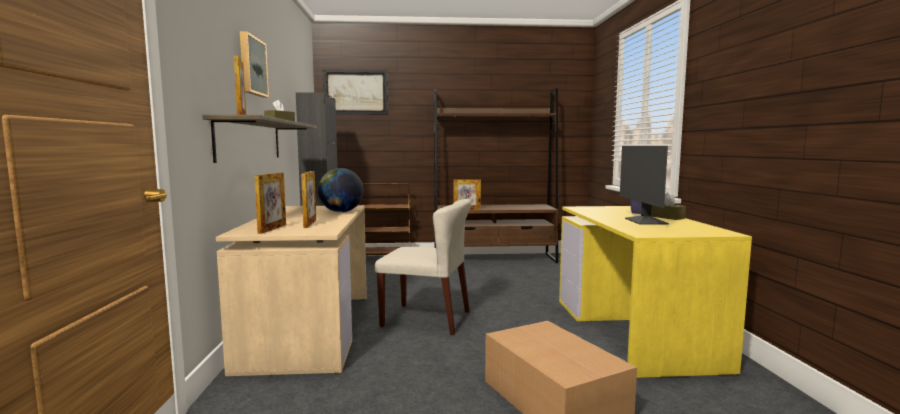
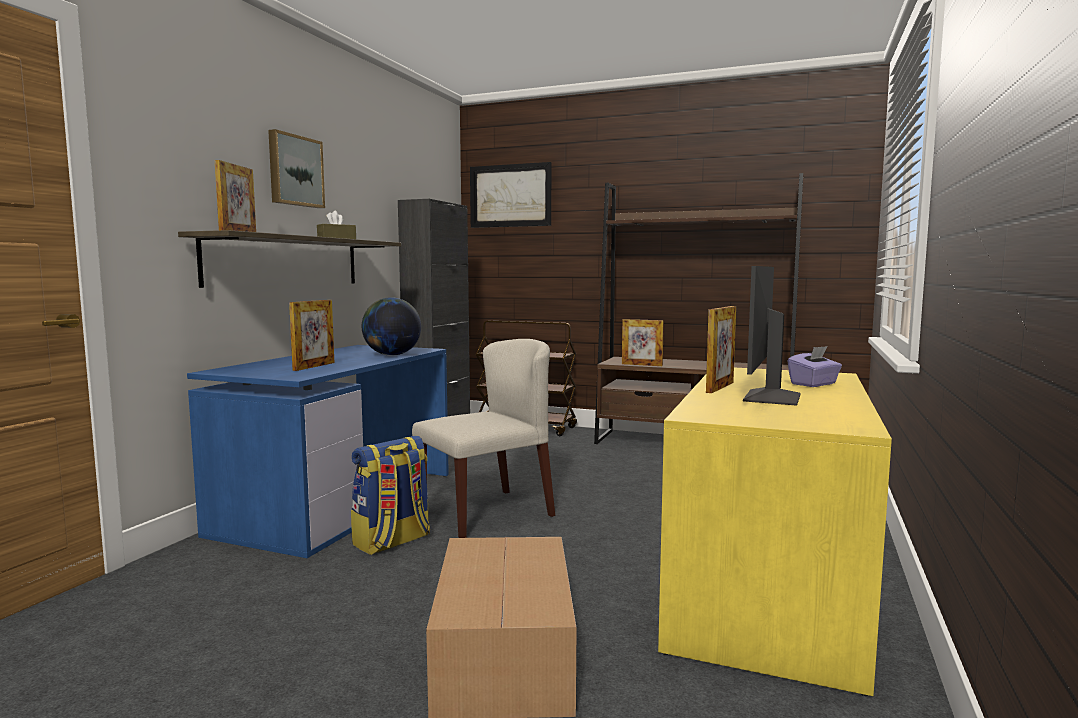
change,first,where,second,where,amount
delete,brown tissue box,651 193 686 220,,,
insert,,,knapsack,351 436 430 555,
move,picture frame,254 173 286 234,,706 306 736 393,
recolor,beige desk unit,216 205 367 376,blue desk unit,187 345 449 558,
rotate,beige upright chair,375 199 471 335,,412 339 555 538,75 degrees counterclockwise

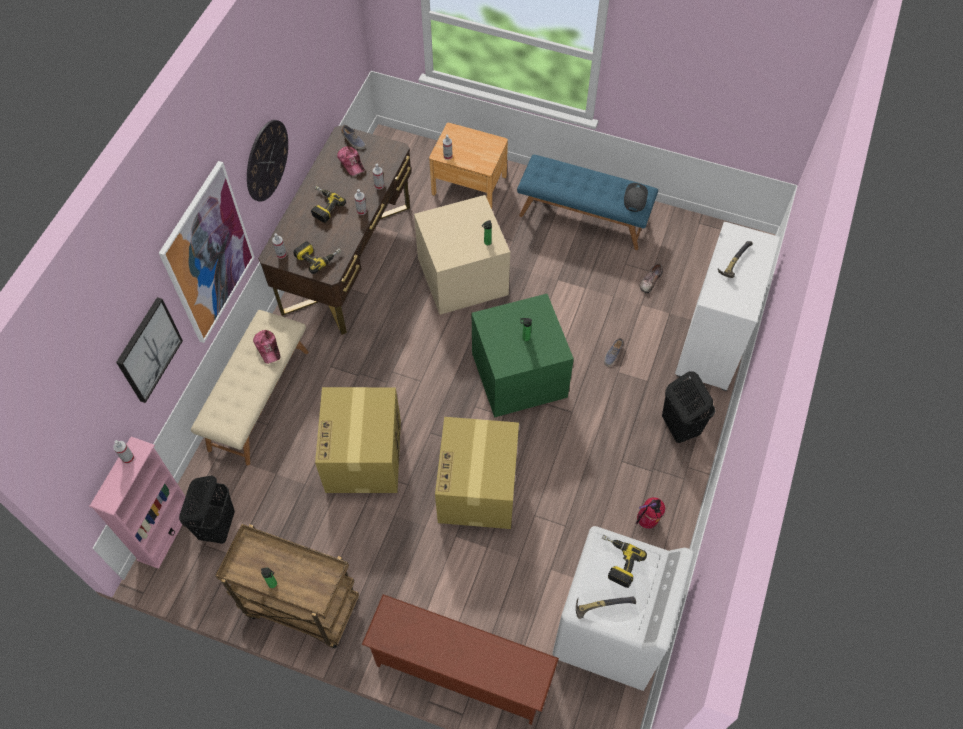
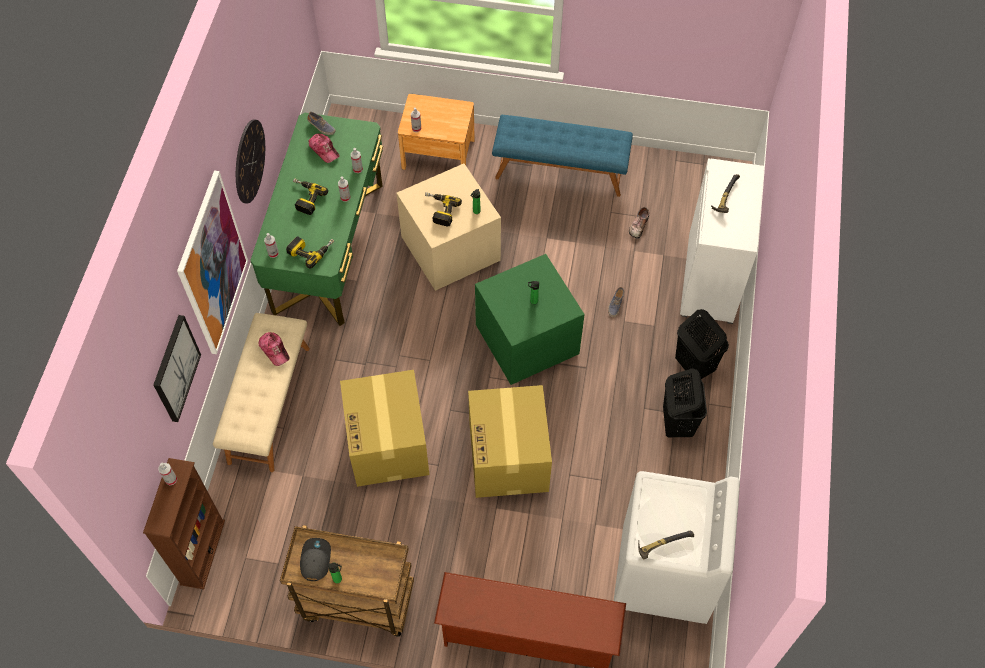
change,first,where,second,where,amount
delete,fire-fighting cylinder,636 497 665 528,,,
move,blackish laundry basket,179 475 235 544,,663 368 707 437,
move,drill,602 535 647 588,,425 192 462 227,
move,greyish peaked cap,624 183 648 212,,300 538 331 581,
recolor,pink-coloured bookshelf,89 437 188 569,brown bookshelf,143 458 225 589,
recolor,brown desk unit,258 126 411 335,green desk unit,250 113 383 326,

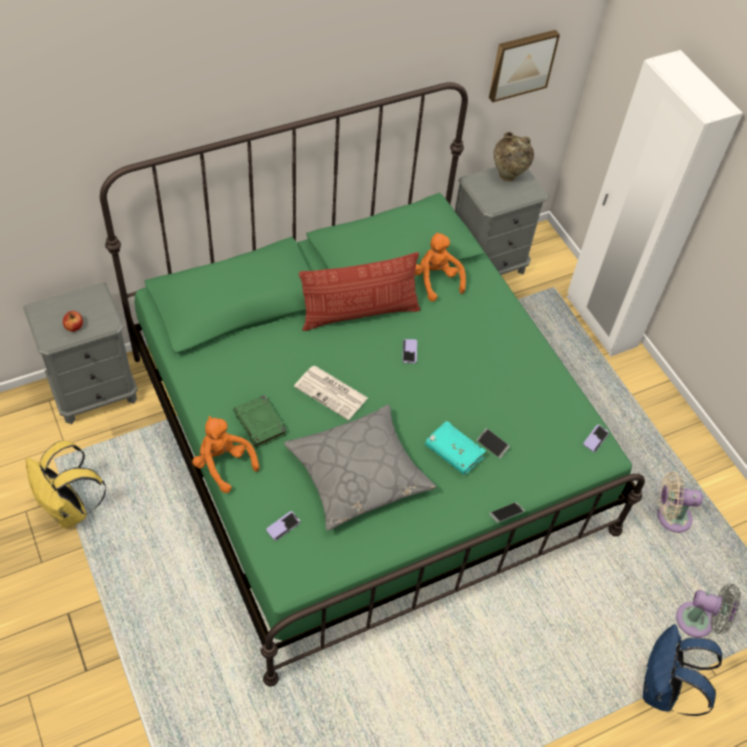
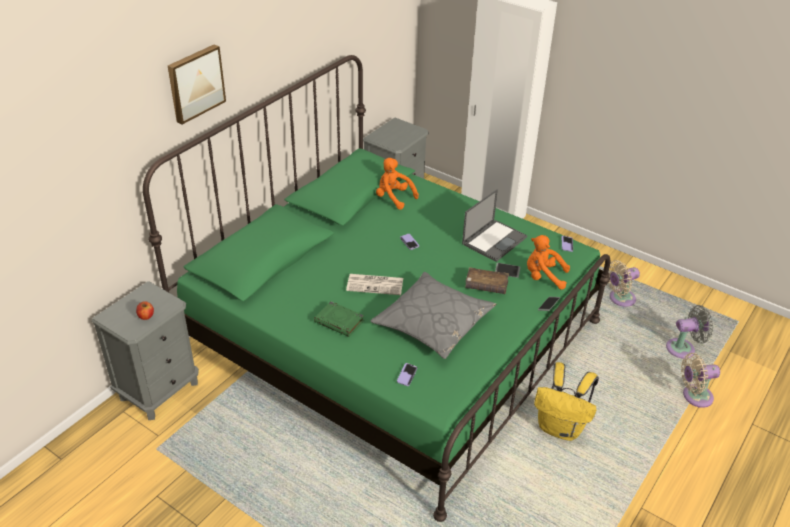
change,first,where,second,where,amount
delete,cushion,299 252 420 331,,,
delete,beige vase,493 132 534 181,,,
insert,,,laptop,462 189 527 262,
move,yellow knapsack,26 441 106 528,,534 362 599 441,
move,orangey cuddly toy,192 416 259 493,,527 235 570 289,
move,wall picture,489 30 560 102,,168 45 226 124,
replace,blue knapsack,643 624 722 716,beige electric fan,681 353 720 408,
recolor,turquoise-coloured volume,425 421 486 475,brown volume,465 267 509 294,

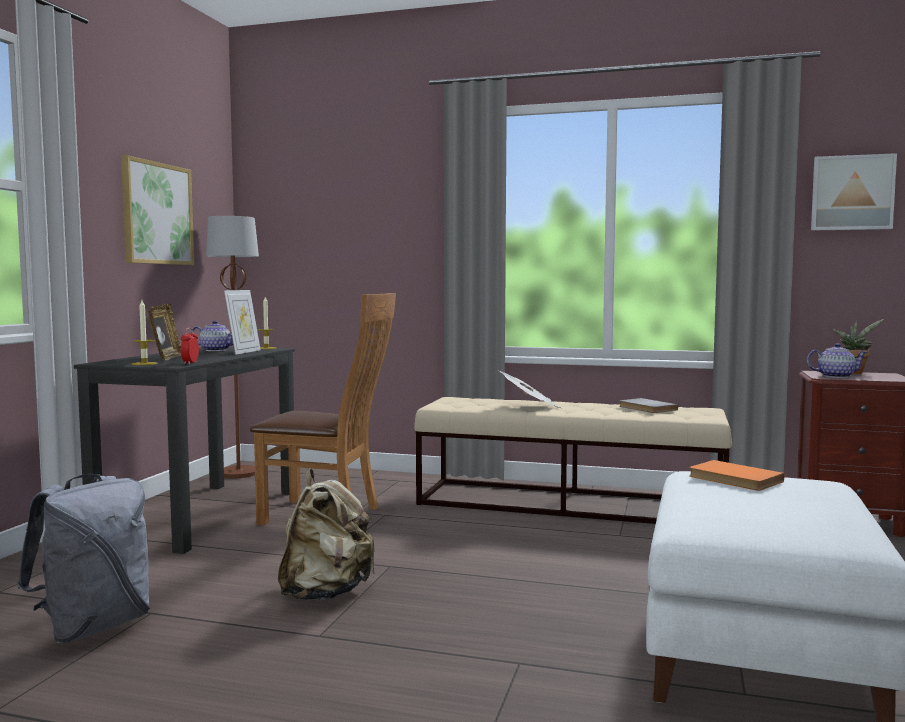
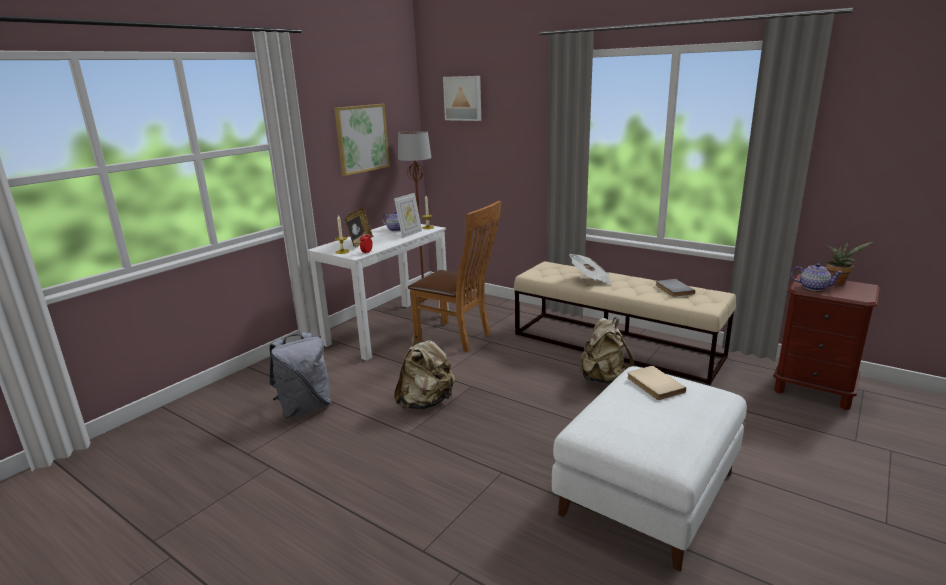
change,first,where,second,where,amount
insert,,,beige knapsack,579 317 634 384,
move,wall picture,811 153 897 231,,443 76 481 121,
recolor,blackish desk unit,74 347 295 554,whitish desk unit,307 224 449 361,
recolor,orangey volume,689 460 784 491,beige volume,627 366 686 400,

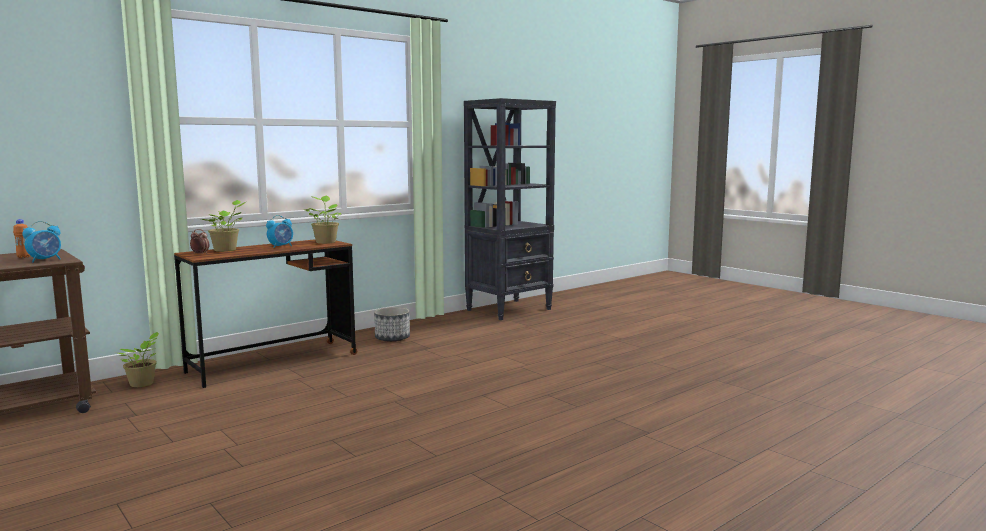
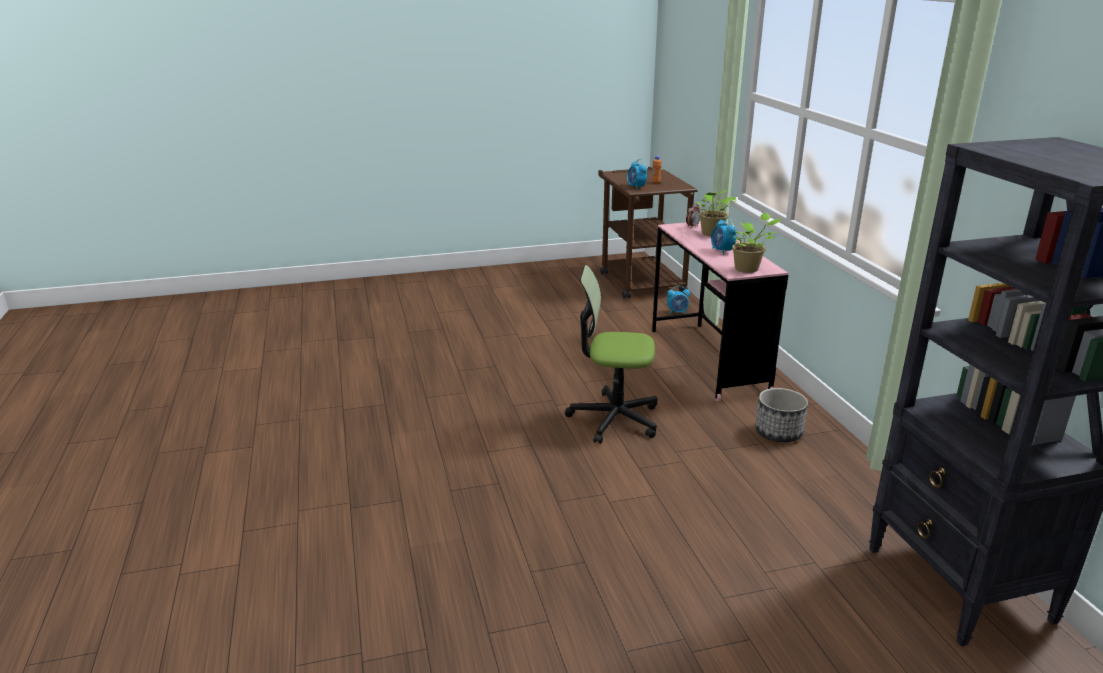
change,first,where,second,where,amount
insert,,,office chair,565 265 658 444,
replace,houseplant,118 332 159 387,alarm clock,667 285 690 315,
recolor,brown desk unit,174 239 357 388,pink-coloured desk unit,652 221 788 401,

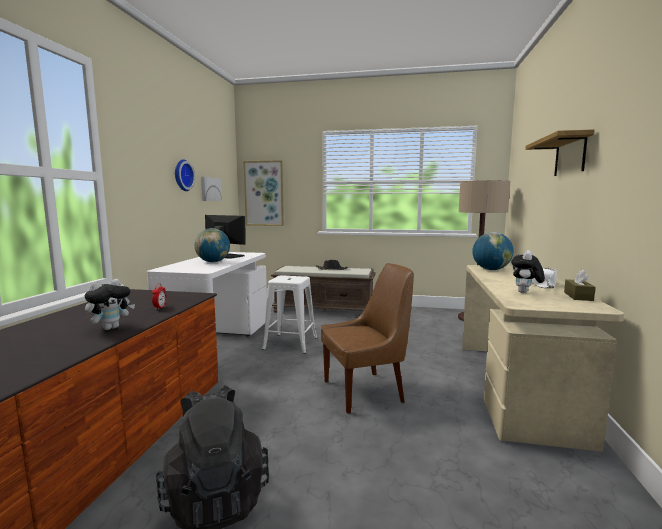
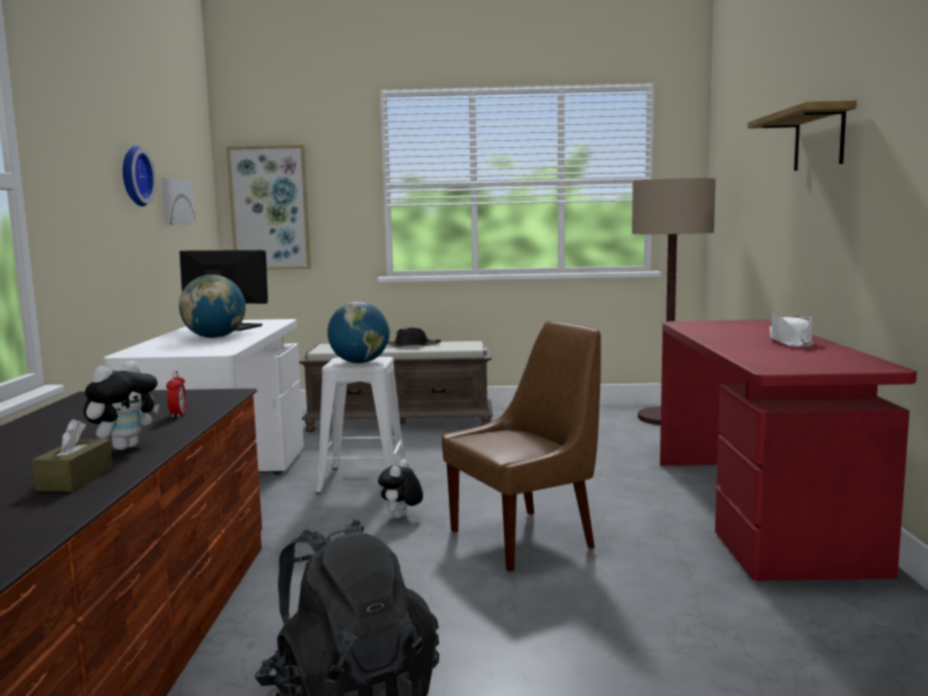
change,first,where,second,where,amount
move,globe,472 232 514 270,,327 302 390 363,
move,cuddly toy,511 250 545 293,,378 459 423 518,
move,brown tissue box,564 270 596 301,,32 419 113 492,
recolor,beige desk unit,462 265 624 452,reddish desk unit,660 320 917 581,

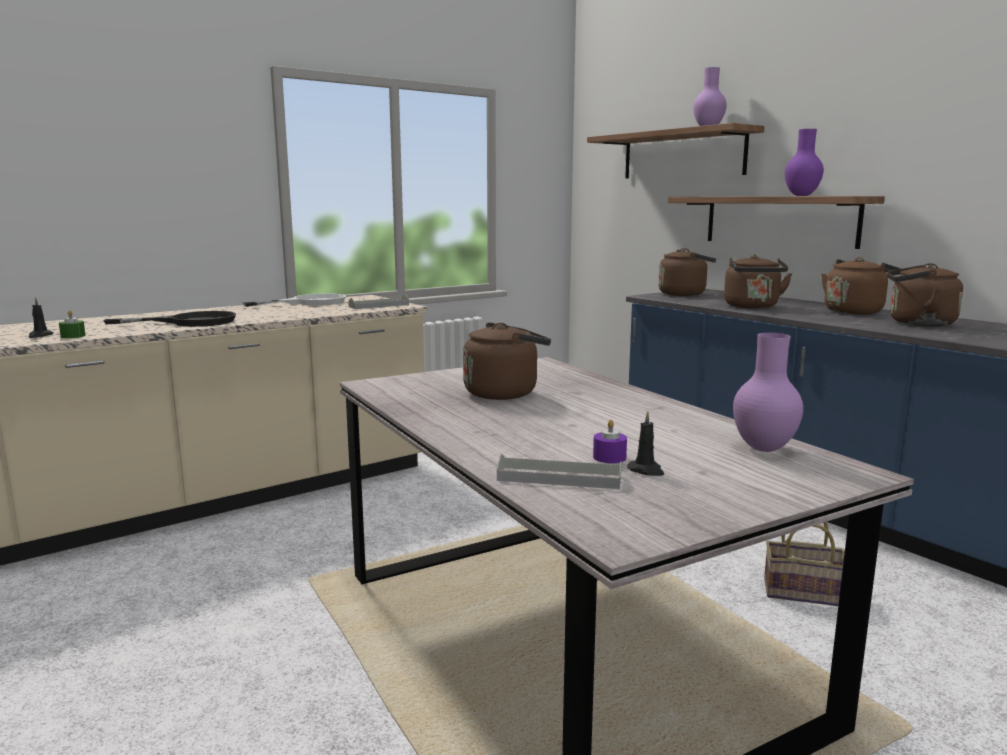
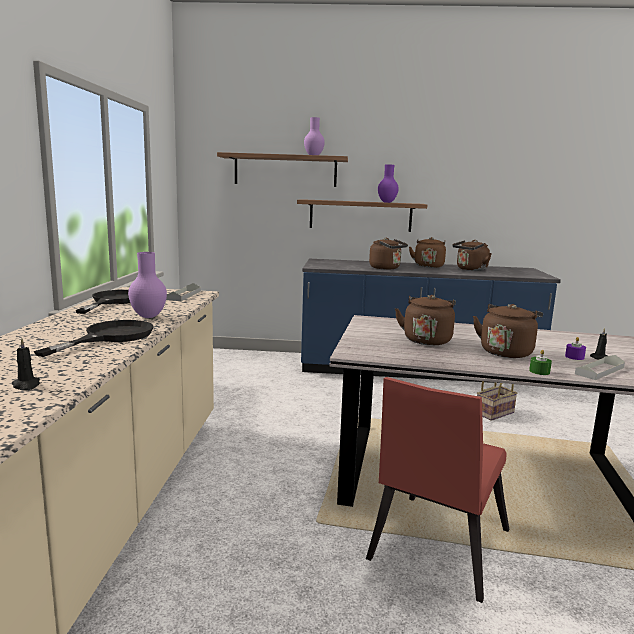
change,first,where,second,where,amount
insert,,,reddish upright chair,366 377 509 603,
move,green candle,59 310 86 338,,529 350 552 375,
move,brown tea kettle,658 248 716 296,,473 304 543 358,
move,purple-coloured vase,733 333 803 452,,128 252 167 318,
recolor,whitish pan,243 293 346 307,blackish pan,76 290 130 314,

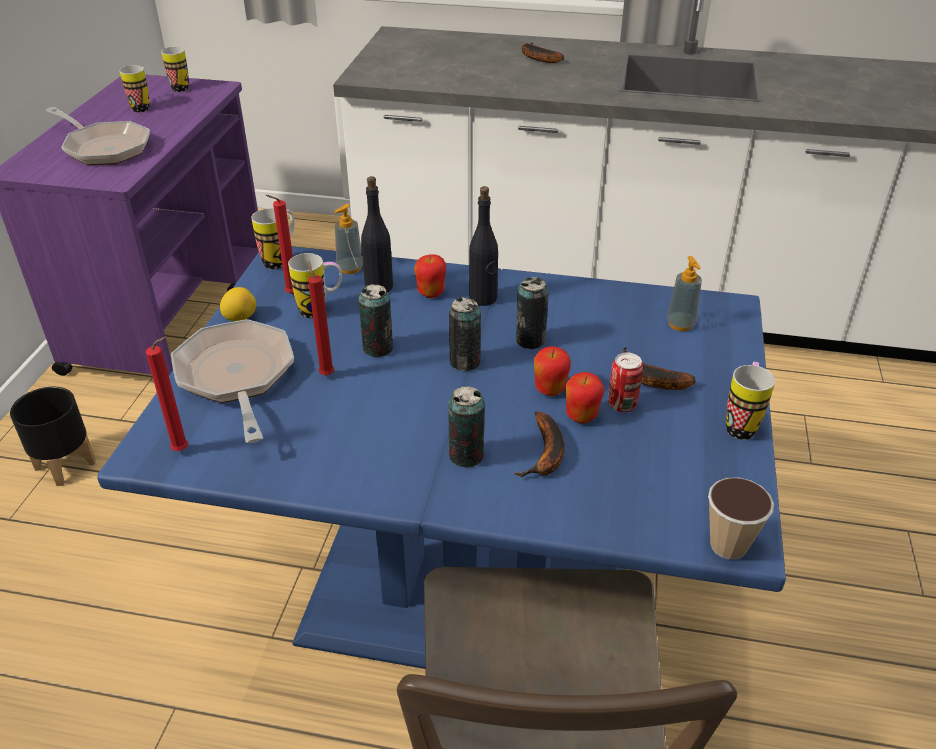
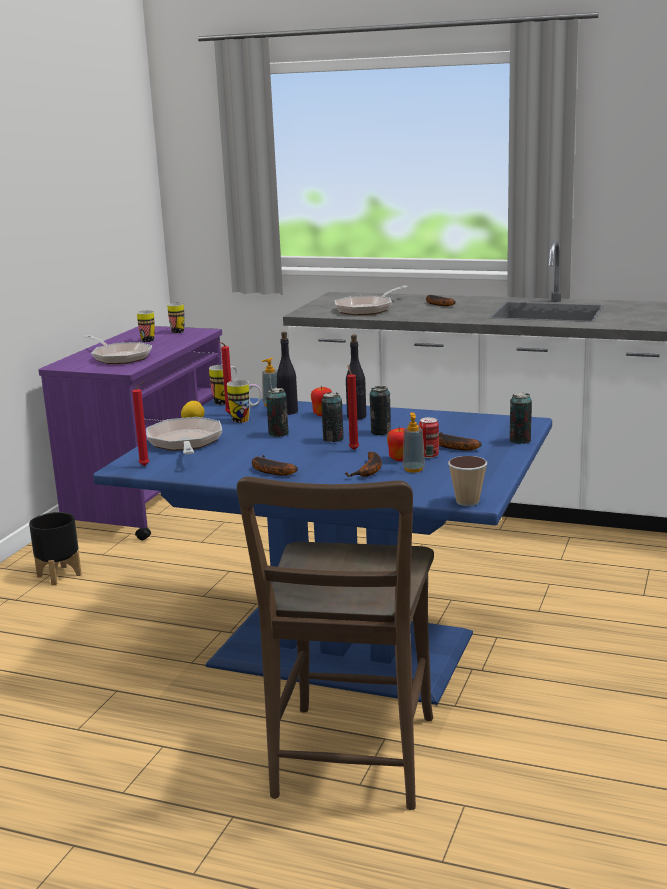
change,first,where,second,where,amount
delete,apple,534 346 571 396,,,
delete,coffee mug,726 362 775 440,,,
insert,,,banana,252 455 298 475,
insert,,,pan,335 285 408 315,
move,reddish candle,308 260 334 376,,347 365 359 450,
move,can,448 386 485 467,,510 392 532 444,
move,liquid soap bottle,667 256 702 331,,403 412 425 473,

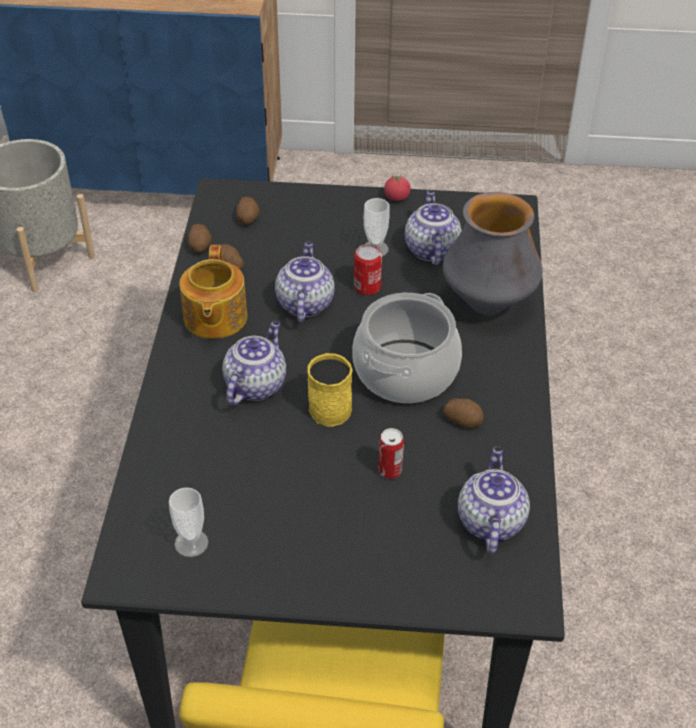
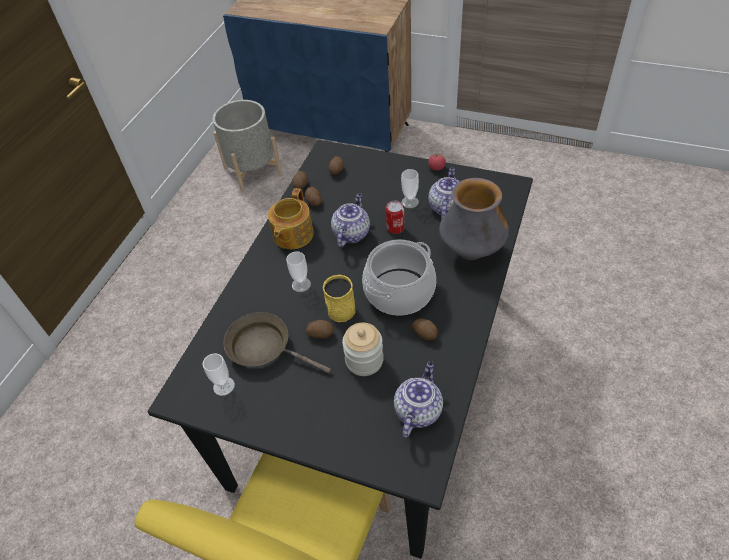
change,first,where,second,where,amount
insert,,,brown pan,223 312 331 373,
insert,,,potato,306 320 334 339,
replace,pot for tea,222 321 286 405,small cup,286 251 311 292,
replace,can,378 428 404 479,preserve jar,342 323 384 376,

